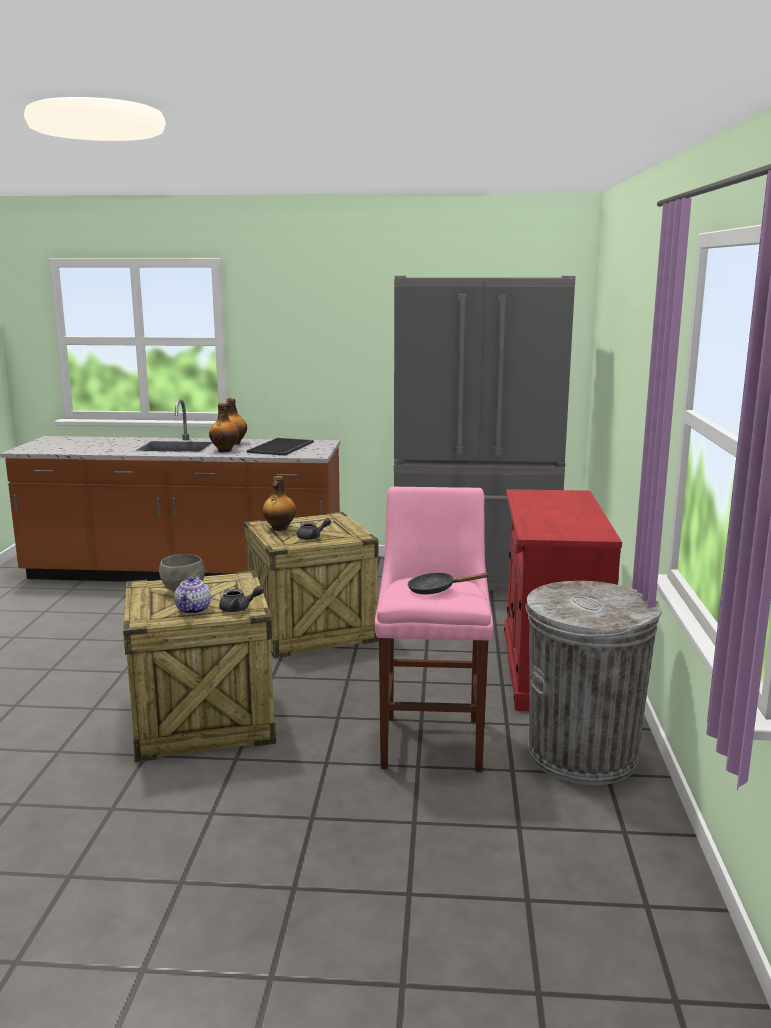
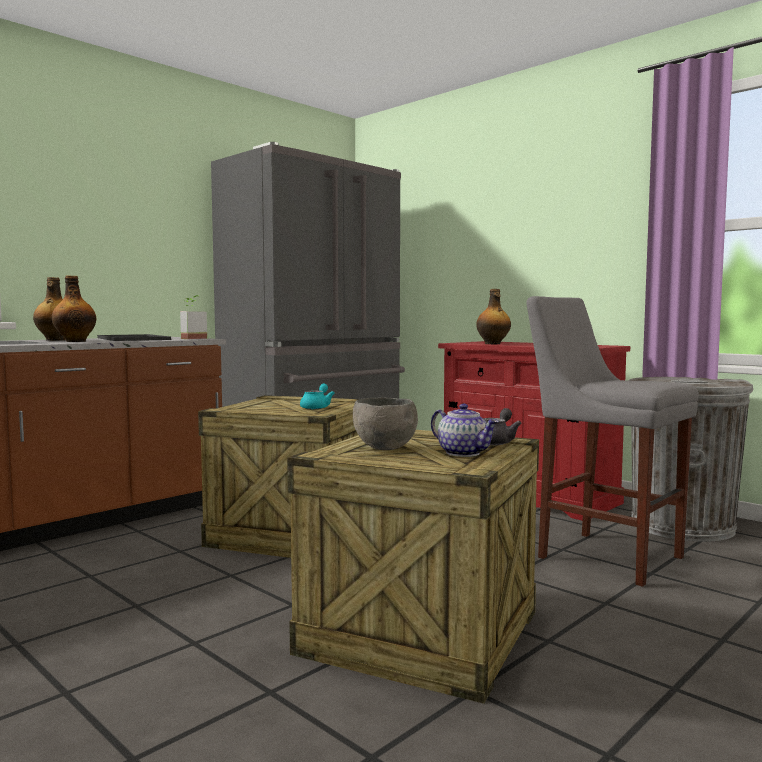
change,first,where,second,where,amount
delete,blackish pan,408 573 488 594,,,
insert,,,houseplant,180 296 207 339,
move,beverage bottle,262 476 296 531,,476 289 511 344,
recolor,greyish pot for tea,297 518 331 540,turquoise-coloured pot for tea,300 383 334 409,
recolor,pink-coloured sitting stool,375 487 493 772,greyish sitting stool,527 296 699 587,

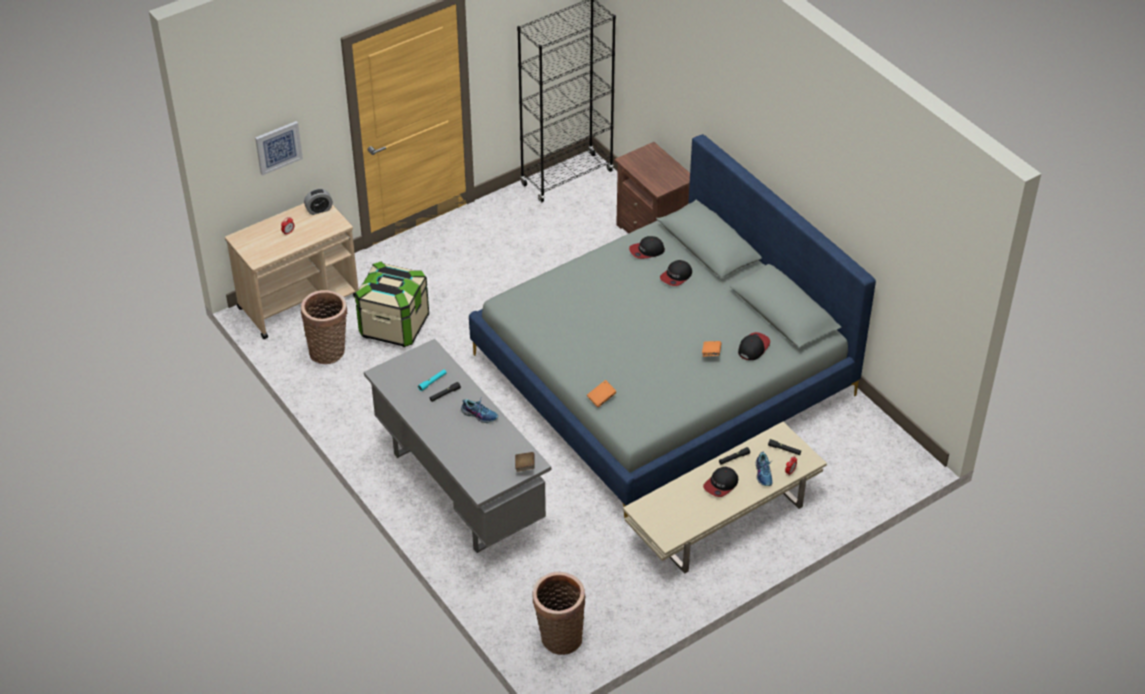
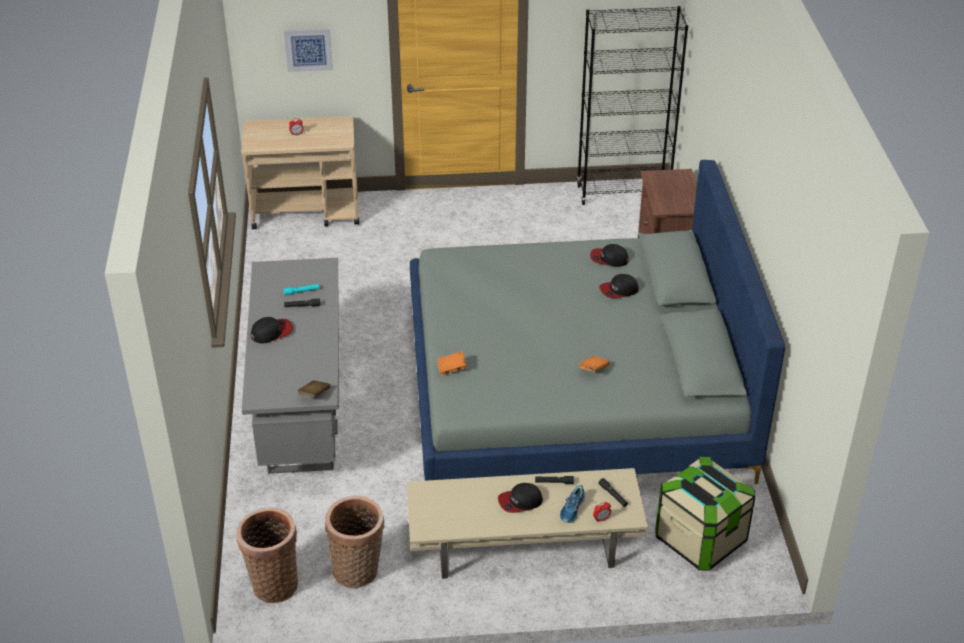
change,first,where,second,where,amount
delete,alarm clock,304 189 333 215,,,
delete,low shoe,461 399 498 423,,,
move,household basket,301 290 348 364,,325 495 385 588,
move,storage container,355 262 429 347,,655 457 755 571,
move,peaked cap,738 332 770 360,,251 317 293 343,

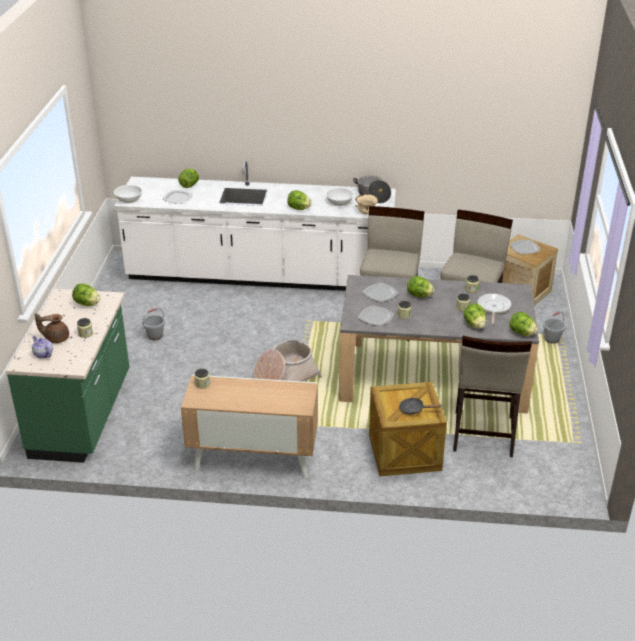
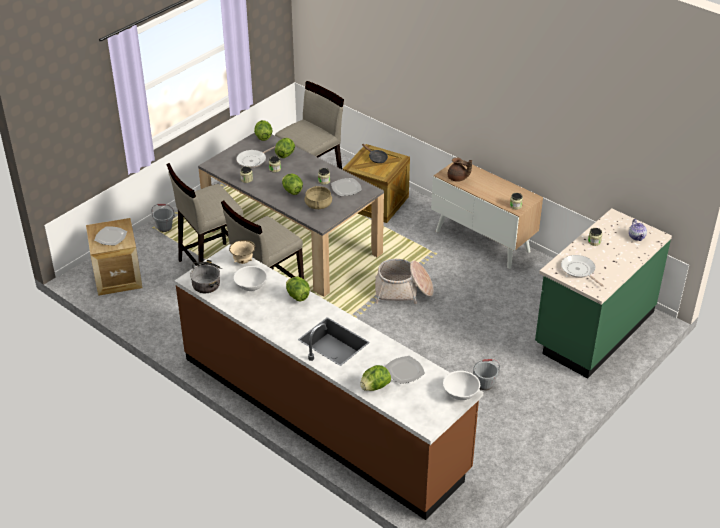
change,first,where,second,where,amount
move,brown pot for tea,35 313 69 343,,448 158 472 182,
replace,lettuce head,72 283 101 306,pan,561 255 604 287,
replace,dinner plate,363 283 399 302,beige saucepot,304 186 332 209,
recolor,whitish kitchen counter,114 161 396 291,brown kitchen counter,174 244 483 520,

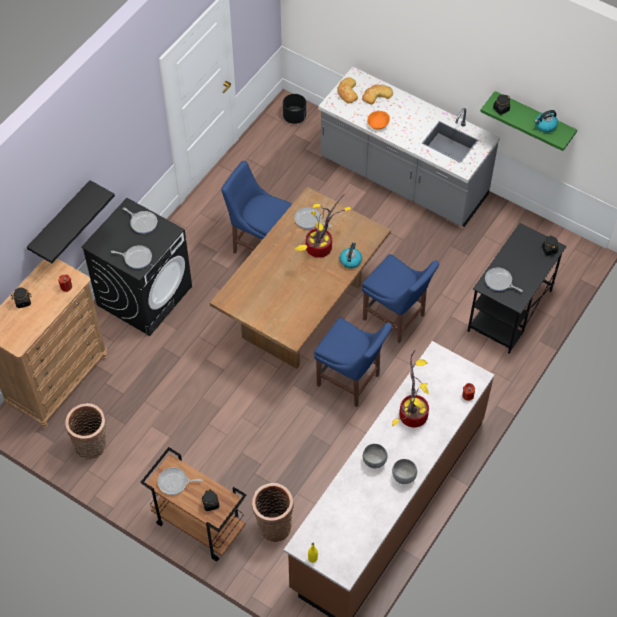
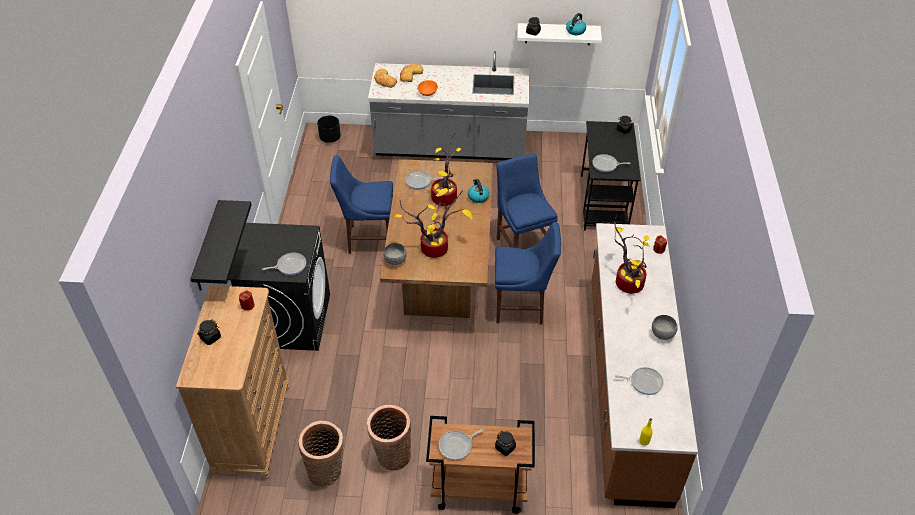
change,first,where,second,where,amount
insert,,,houseplant,394 190 473 258,
move,pan,123 207 157 234,,615 367 664 395,
move,household basket,252 483 294 542,,367 405 411 471,
move,greyish serving bowl,363 444 387 468,,383 243 407 265,
recolor,green shelf,480 91 577 151,whitish shelf,517 23 602 45,
rotate,blue upright chair,362 254 439 343,,496 153 558 248,120 degrees counterclockwise

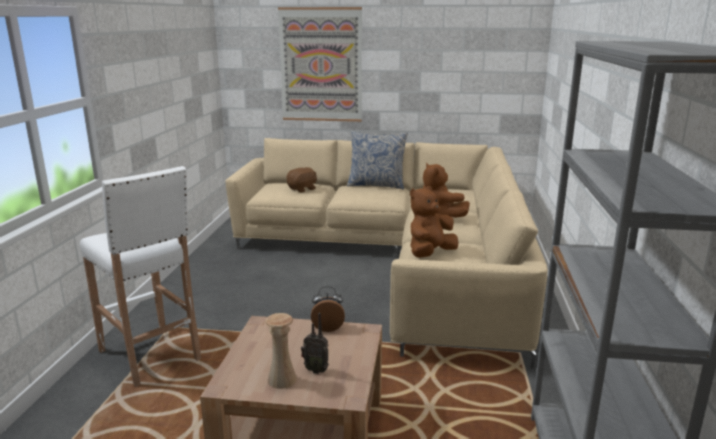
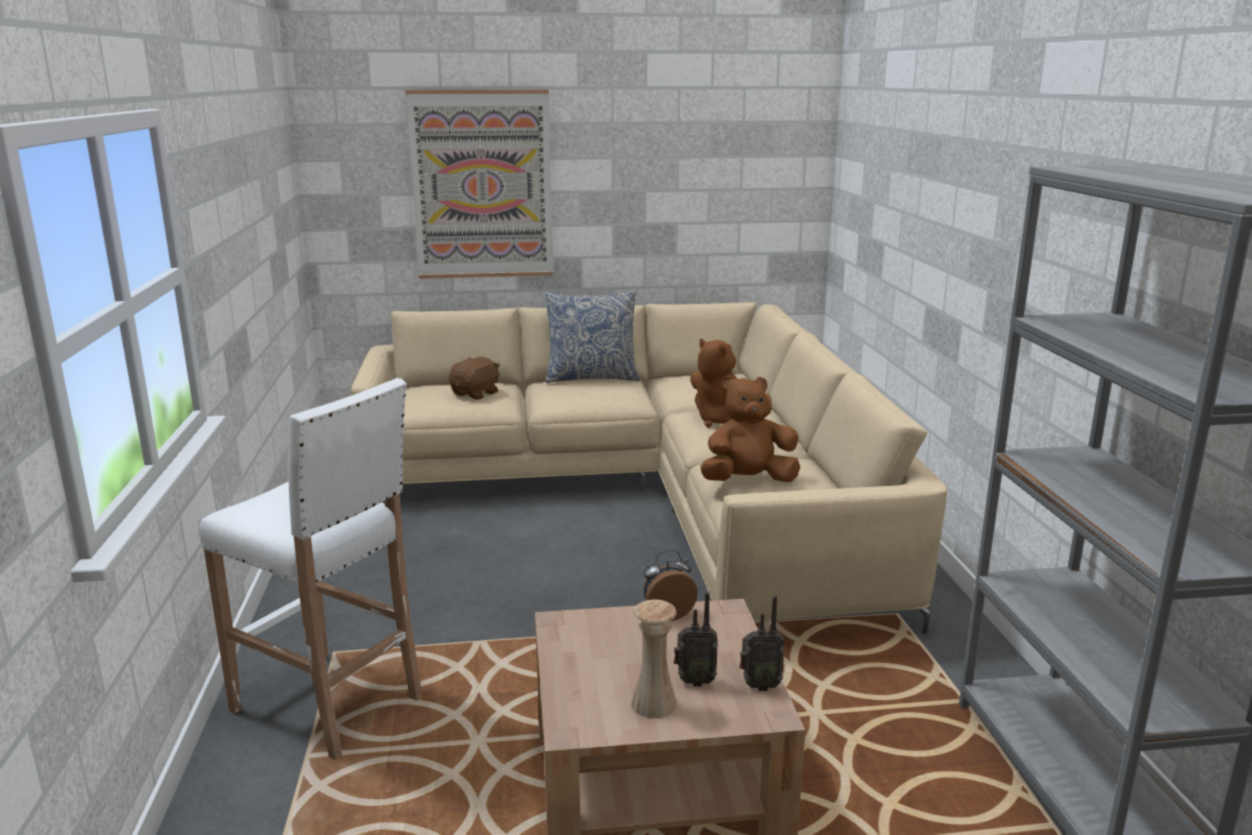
change,first,where,second,where,amount
insert,,,radio set,739 595 785 691,
rotate,brown cuddly toy,410 186 459 258,,700 376 800 482,45 degrees clockwise

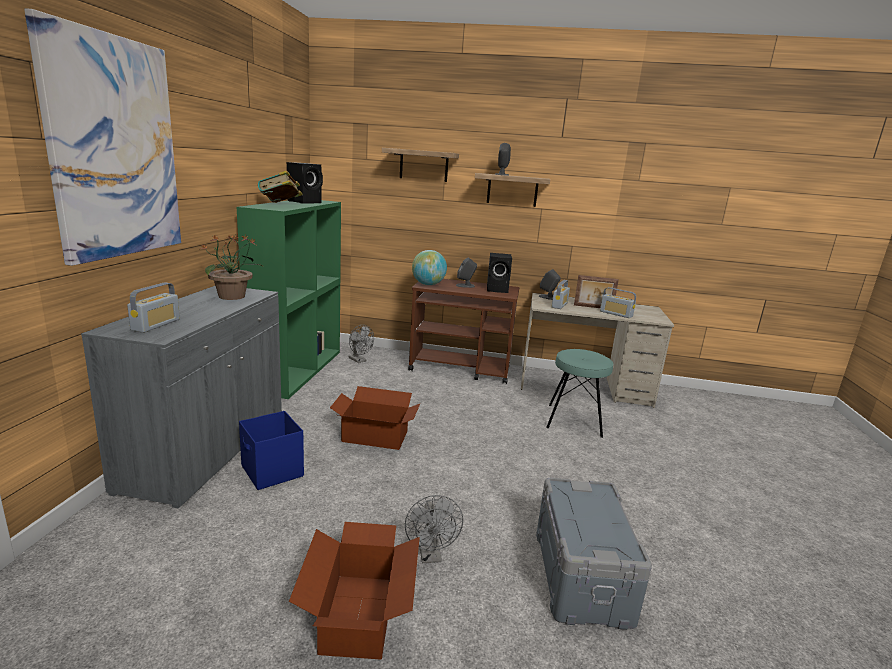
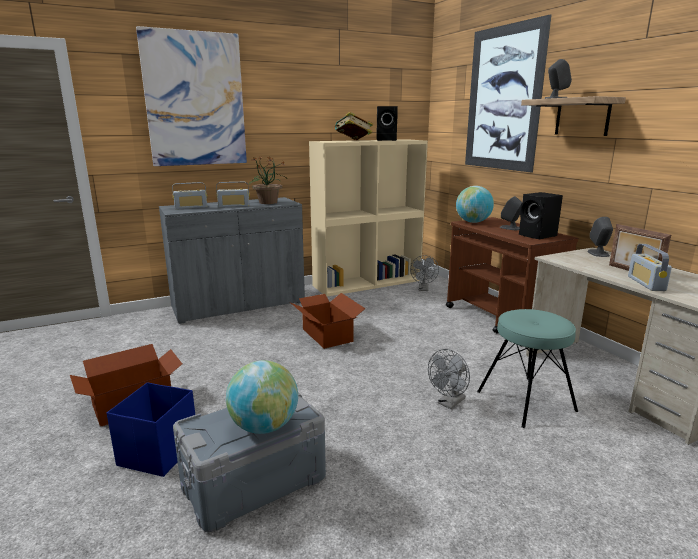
change,first,where,second,where,amount
insert,,,globe,226 360 298 434,
move,blue storage container,239 411 304 490,,107 382 195 477,
move,greyish electric fan,405 495 463 563,,428 349 470 409,
move,radio set,552 280 570 309,,216 182 250 208,
replace,shelf,382 148 459 182,wall picture,465 14 551 173,
recolor,green bookshelf,237 200 341 399,beige bookshelf,309 139 428 297,

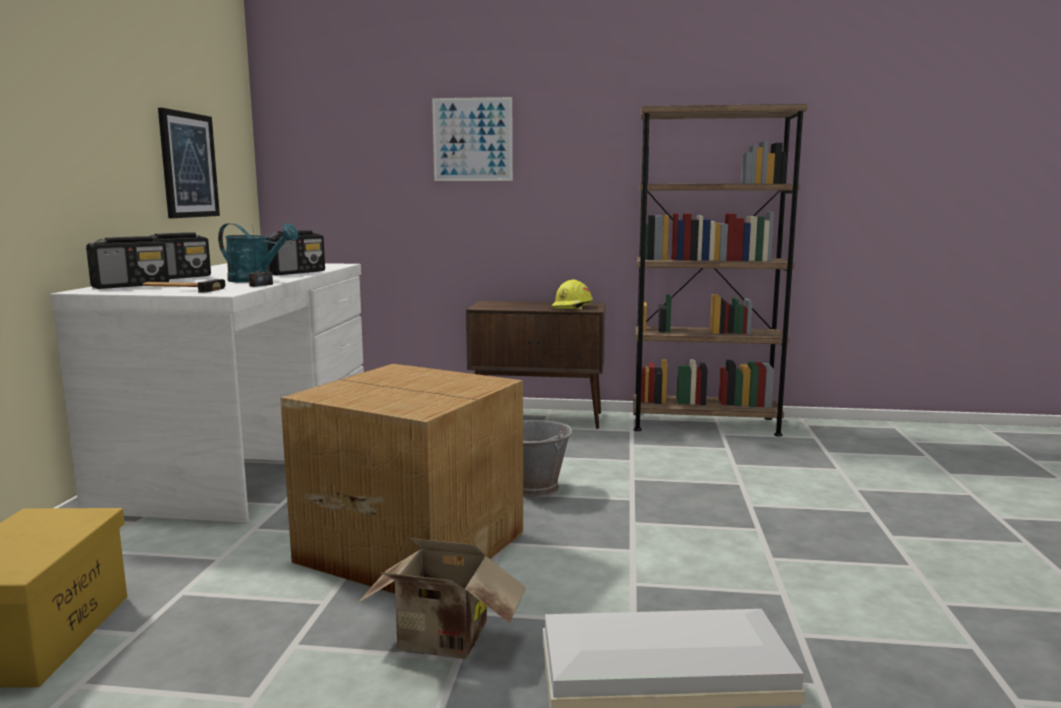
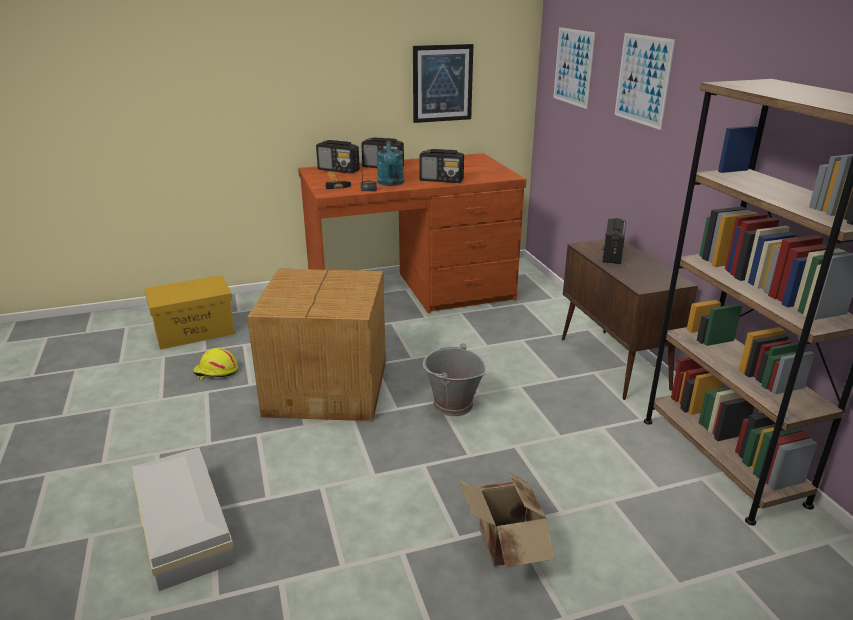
change,first,where,second,where,amount
insert,,,wall picture,553 27 595 109,
insert,,,radio set,602 218 626 264,
move,packing box,357 538 526 659,,459 472 556 568,
move,yellow work helmet,551 280 593 310,,193 348 238 380,
recolor,whitish desk unit,50 263 364 523,brown desk unit,298 153 526 314,

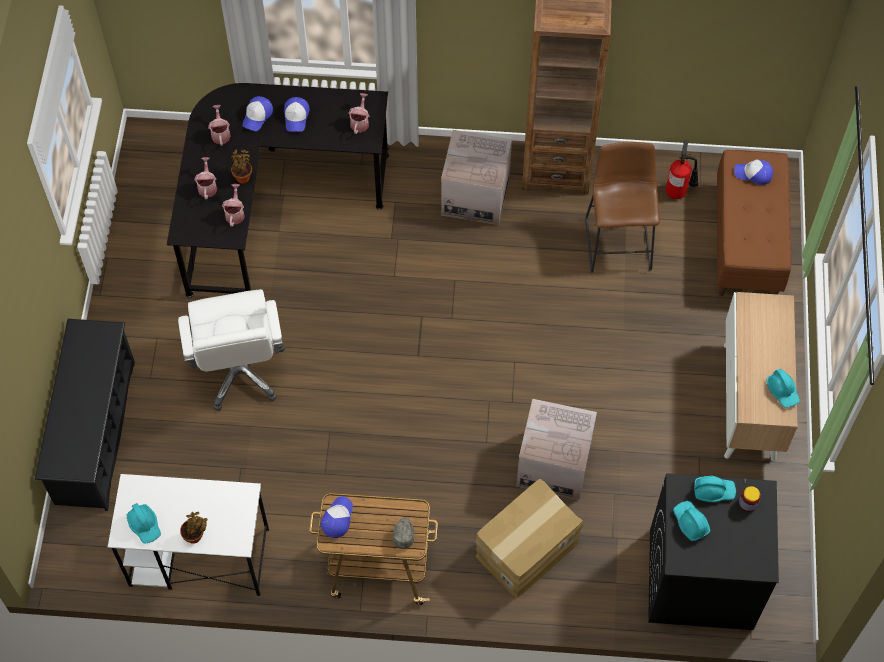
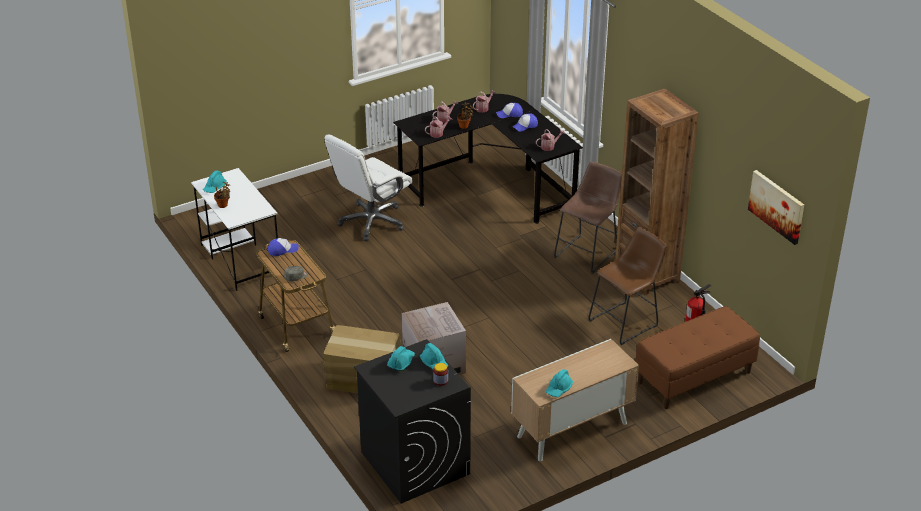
change,first,where,second,where,amount
delete,blackish shoe rack,35 319 135 511,,,
delete,peaked cap,734 159 773 185,,,
insert,,,wall picture,748 170 804 245,
replace,packing box,441 130 512 225,brown sitting stool,554 161 622 274,

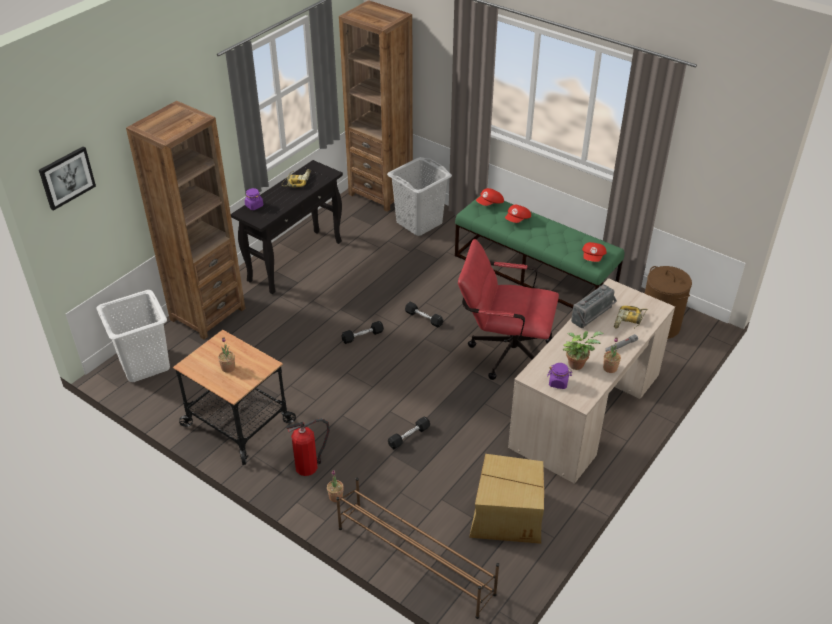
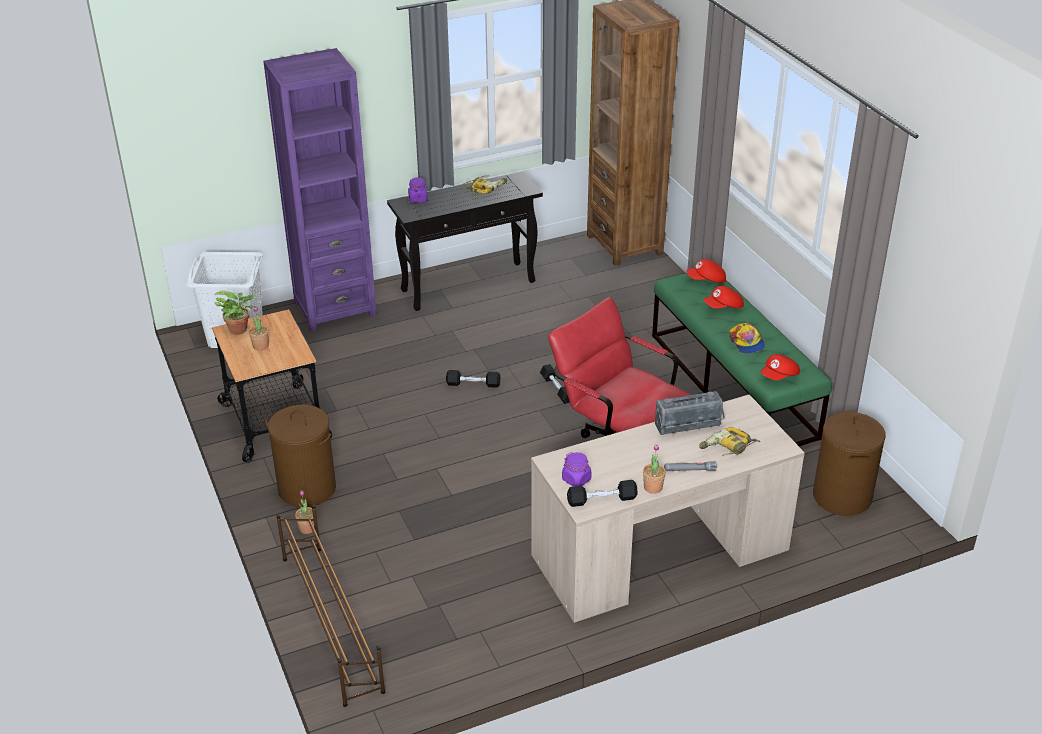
change,first,where,second,where,amount
delete,wall picture,39 147 96 211,,,
delete,greyish laundry basket,387 157 452 236,,,
delete,packing box,469 454 544 544,,,
insert,,,peaked cap,729 323 765 354,
move,blackish dumbbell,388 416 430 449,,567 480 638 507,
move,houseplant,563 331 603 370,,214 291 257 335,
replace,fire-fighting cylinder,286 418 330 476,brown laundry basket,265 405 336 507,
recolor,brown bookshelf,126 101 245 339,purple-coloured bookshelf,263 48 377 332,

